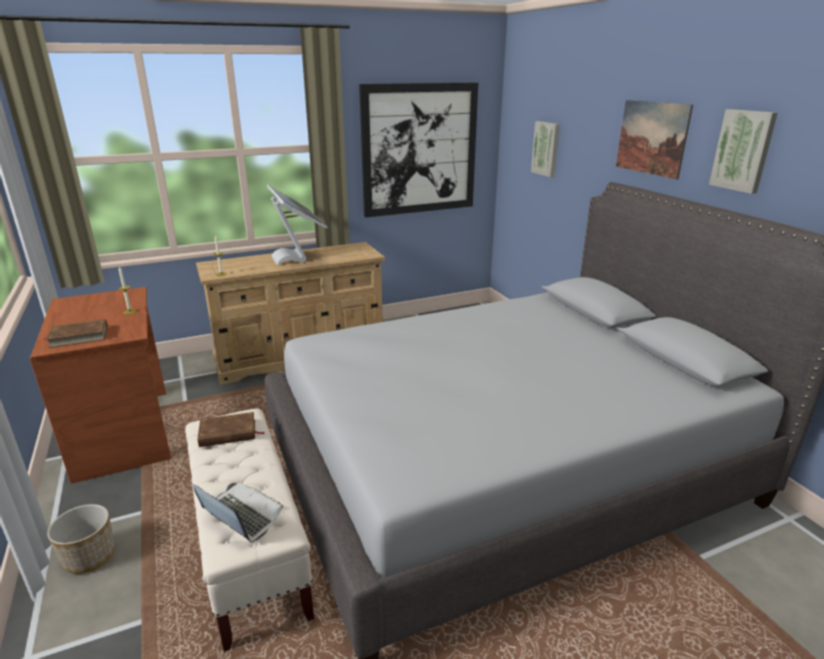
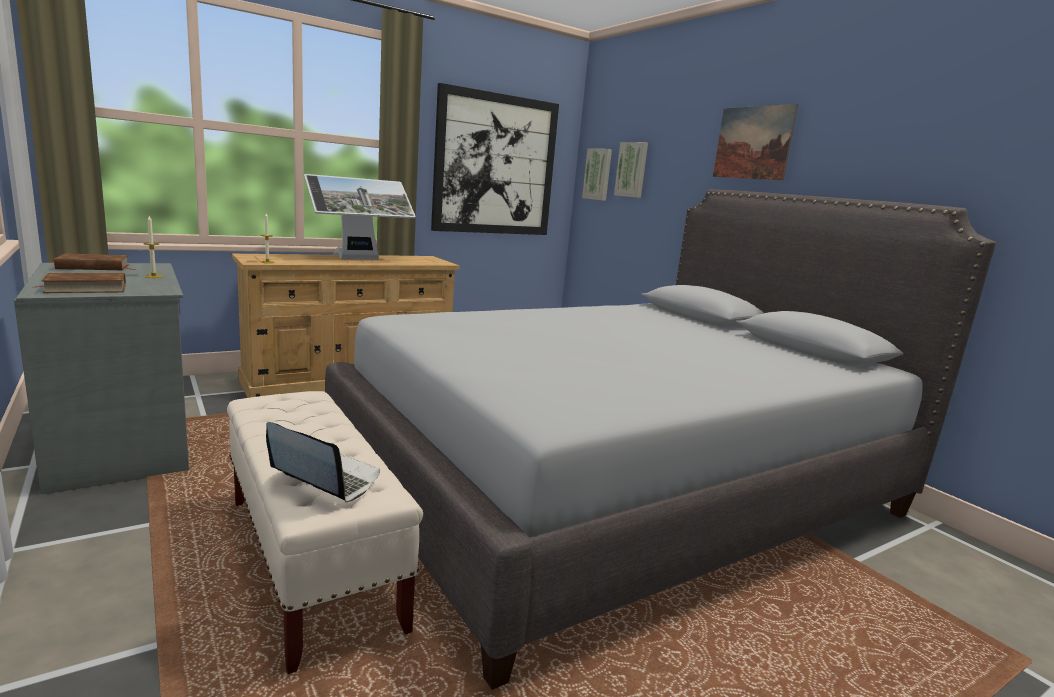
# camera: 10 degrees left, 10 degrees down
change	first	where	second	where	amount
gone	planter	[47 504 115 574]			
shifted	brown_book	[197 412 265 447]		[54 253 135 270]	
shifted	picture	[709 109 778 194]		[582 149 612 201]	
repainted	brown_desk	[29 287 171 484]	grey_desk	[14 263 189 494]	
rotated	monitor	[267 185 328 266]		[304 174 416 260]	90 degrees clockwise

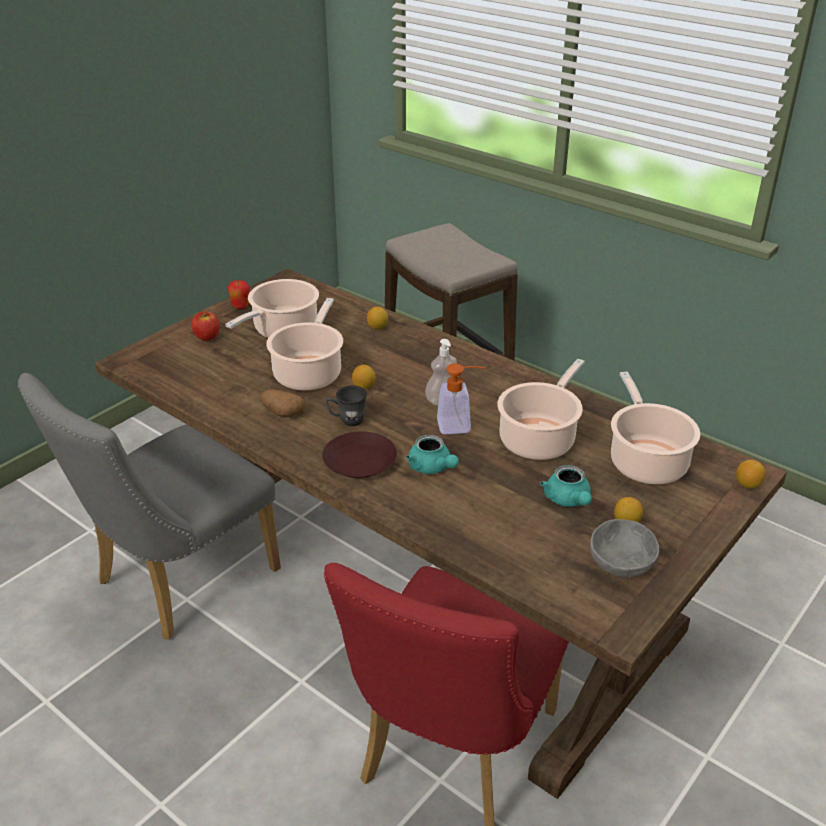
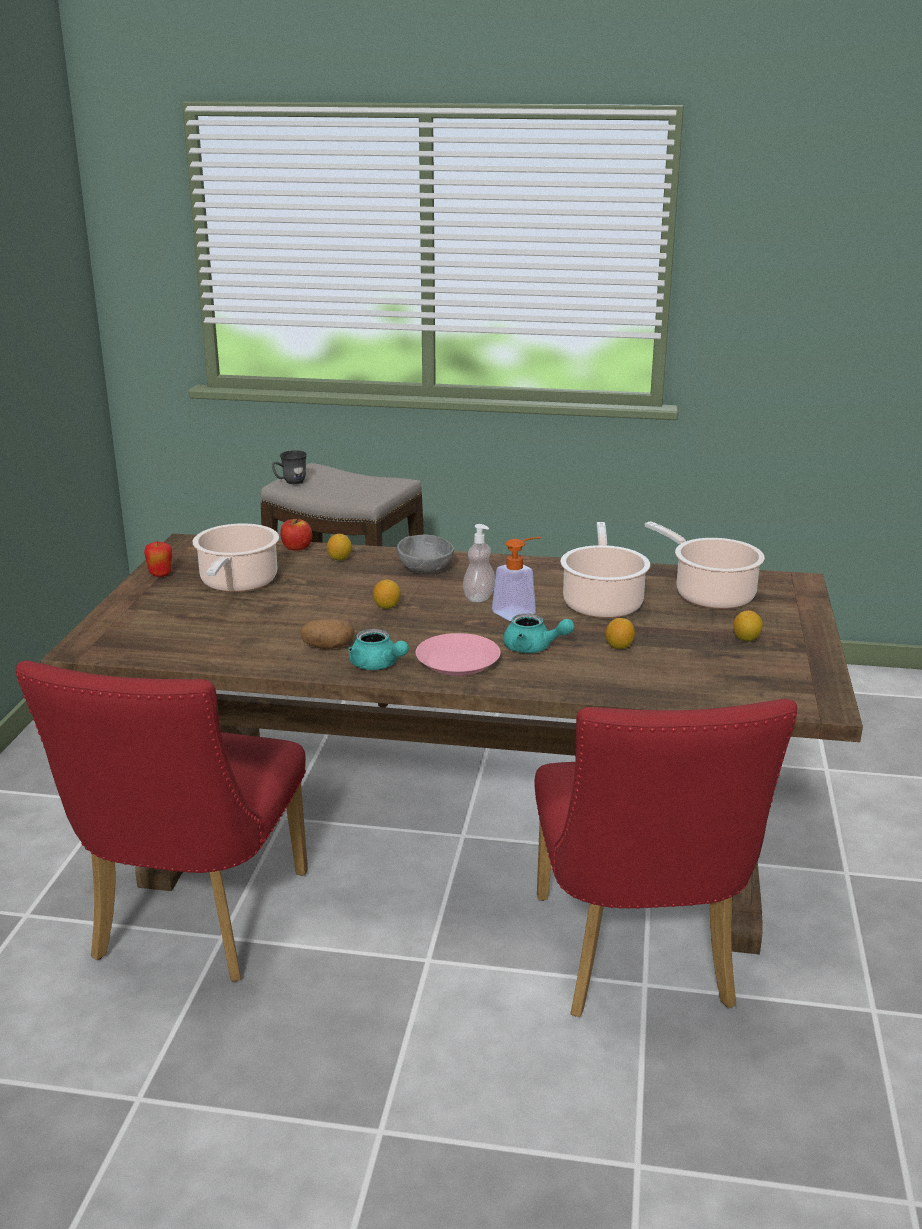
# camera: 30 degrees left, 10 degrees down
change	first	where	second	where	amount
gone	cooking_pot	[266 298 343 391]			
shifted	apple	[192 311 220 341]		[280 518 312 551]	
shifted	grey_mug	[325 385 367 426]		[272 450 307 484]	
shifted	turquoise_teapot	[540 465 592 507]		[348 629 409 670]	
shifted	grey_bowl	[590 519 659 578]		[397 535 454 573]	
shifted	lemon	[736 460 765 489]		[606 618 635 649]	
repainted	grey_chair	[18 373 281 640]	red_chair	[16 660 308 982]	
repainted	brown_plate	[322 431 397 478]	pink_plate	[416 633 500 676]	

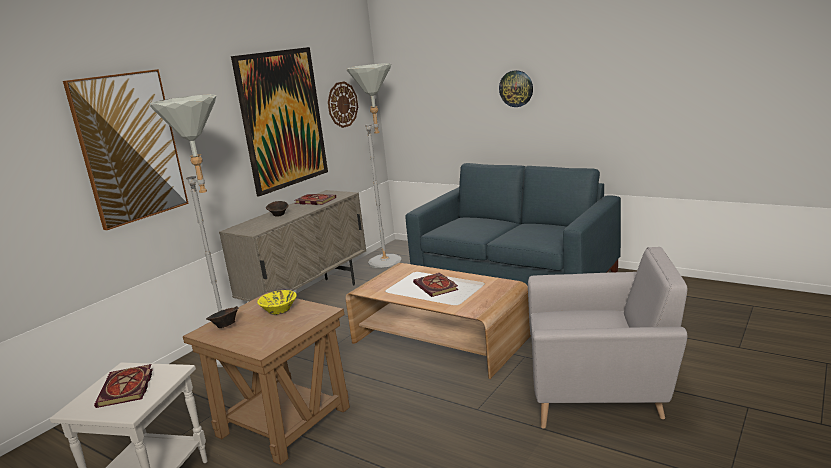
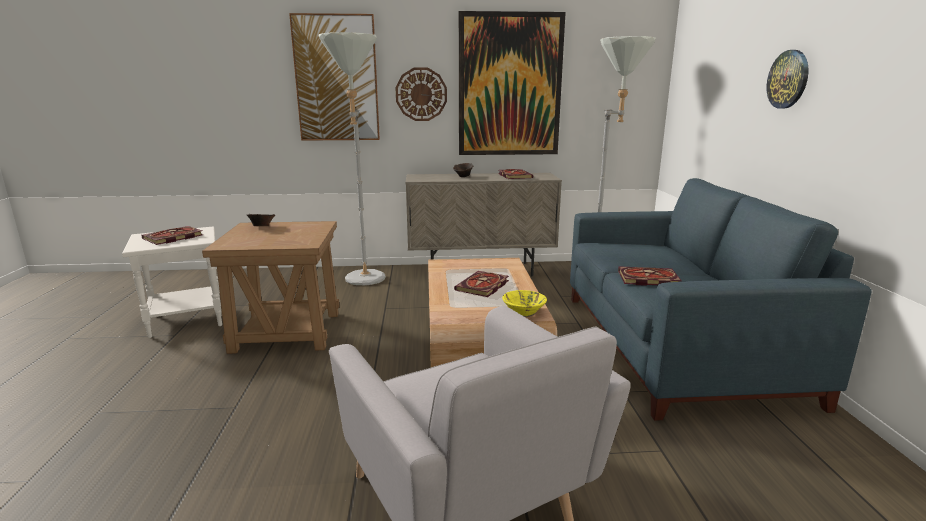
# camera: 50 degrees right, 0 degrees up
change	first	where	second	where	amount
new			book	[618 266 682 286]	
shifted	yellow_bowl	[257 290 297 315]		[502 290 547 317]	
shifted	wall_clock	[328 81 358 128]		[395 67 447 121]	

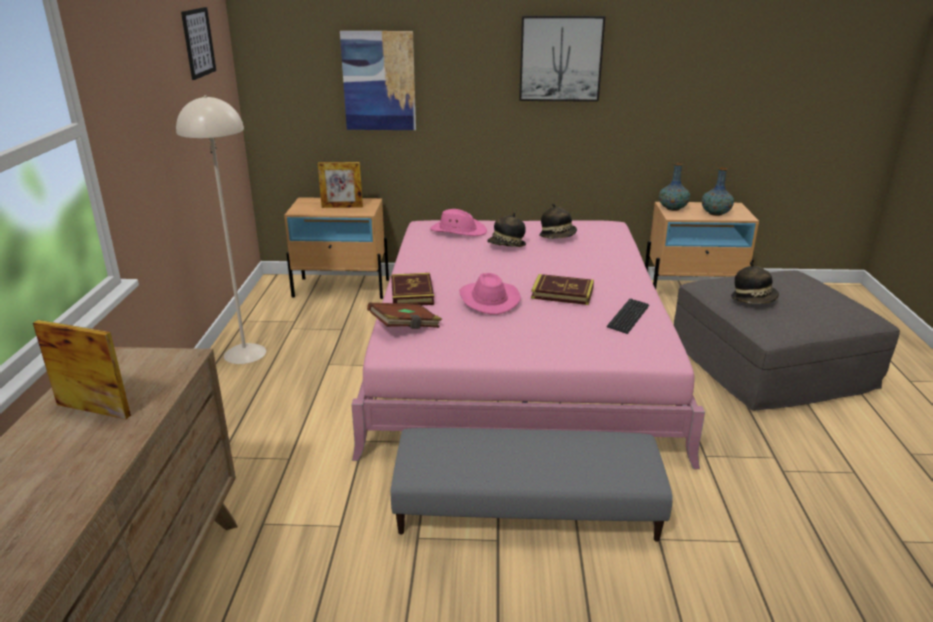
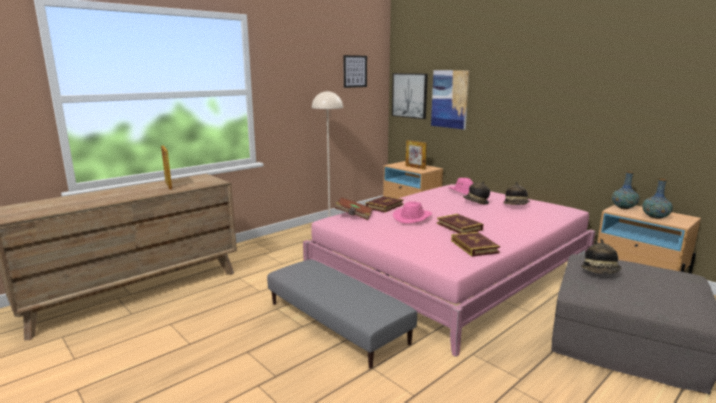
# camera: 45 degrees right, 10 degrees down
change	first	where	second	where	amount
shifted	picture	[519 16 605 102]		[392 73 428 119]	
swapped	keyboard	[607 299 649 334]	book	[451 232 500 257]	

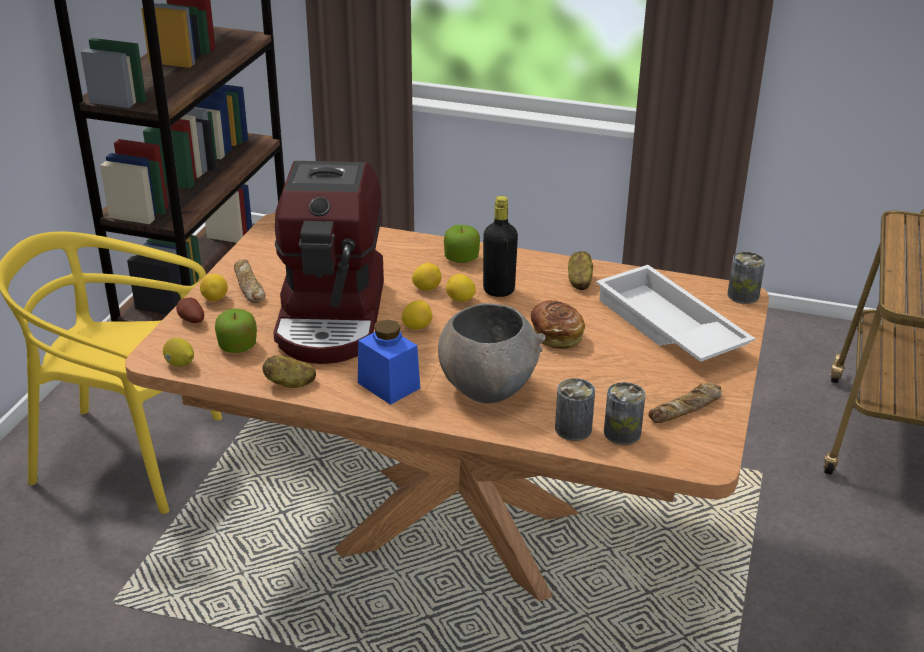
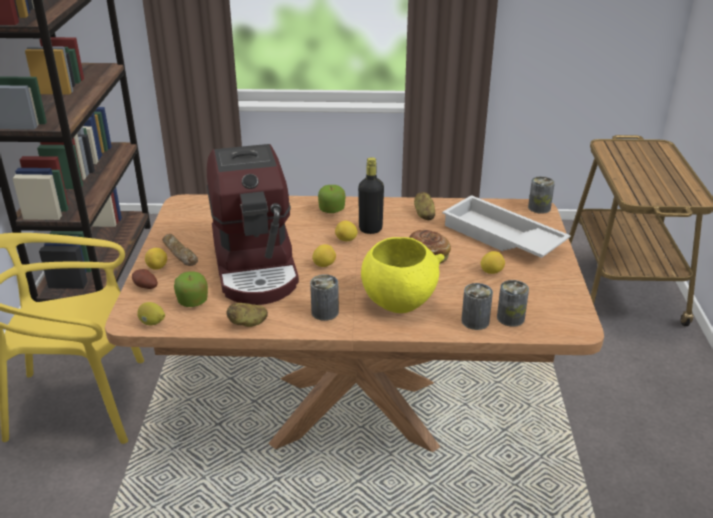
# camera: 15 degrees left, 0 degrees up
change	first	where	second	where	amount
gone	bread	[648 383 722 423]			
shifted	lemon	[412 263 441 290]		[480 251 505 274]	
swapped	blue_jar	[358 320 420 405]	can	[310 274 339 321]	
repainted	grey_bowl	[438 303 546 403]	yellow_bowl	[361 237 444 313]	

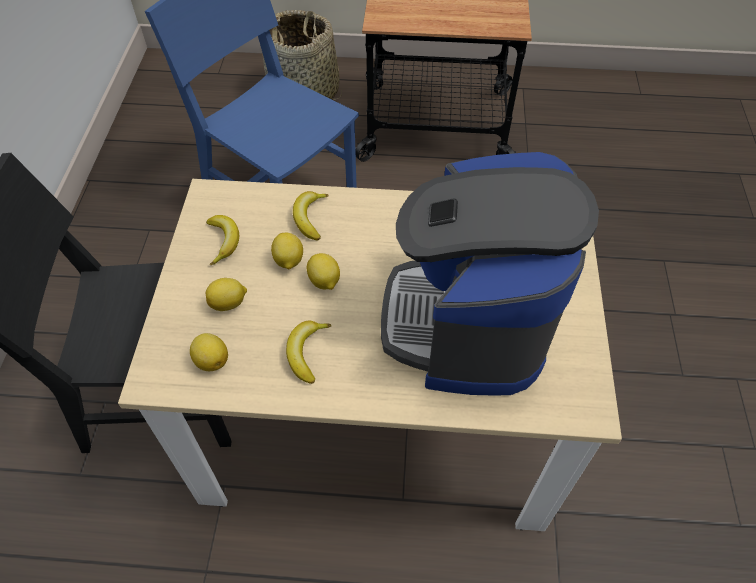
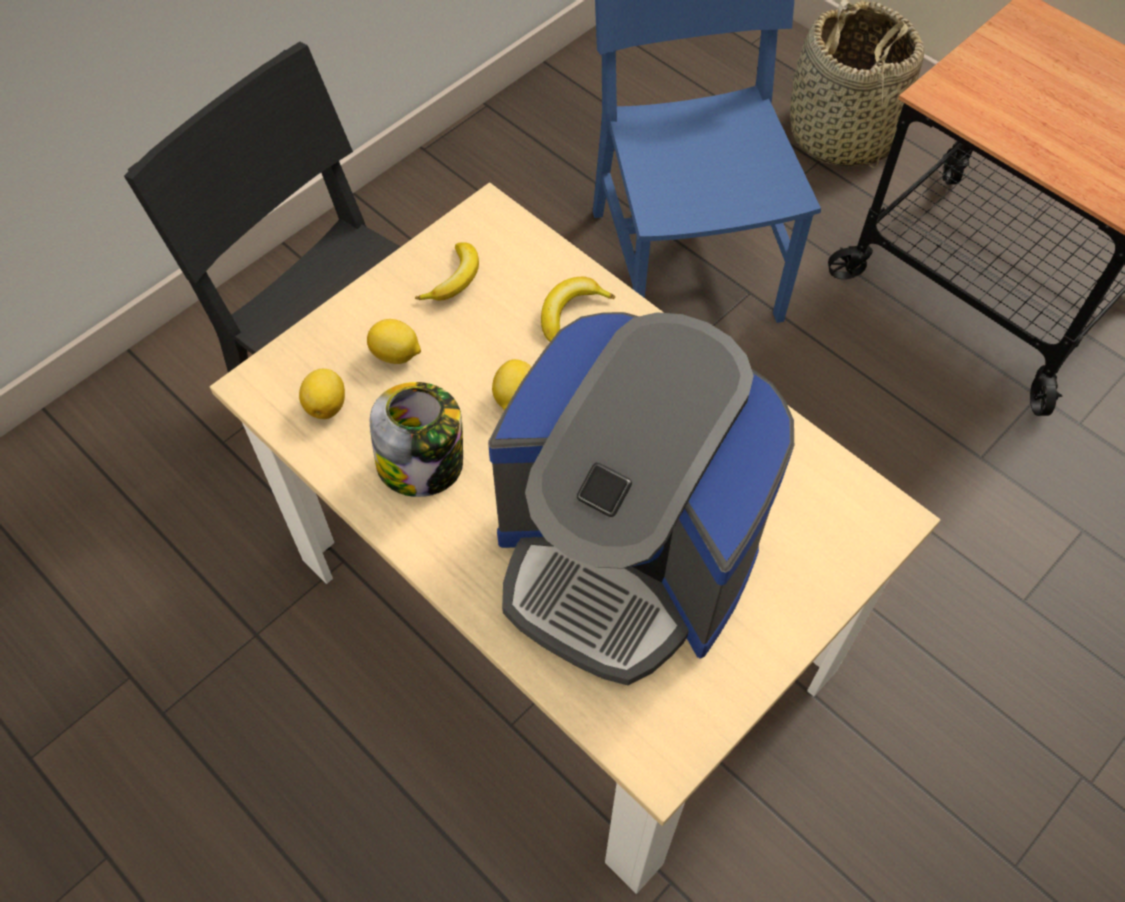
# camera: 40 degrees right, 5 degrees up
change	first	where	second	where	amount
gone	lemon	[271 233 303 270]			
swapped	banana	[286 321 332 384]	jar	[370 382 463 497]	
rotated	coffee_machine	[381 152 599 396]		[488 312 794 685]	105 degrees counterclockwise

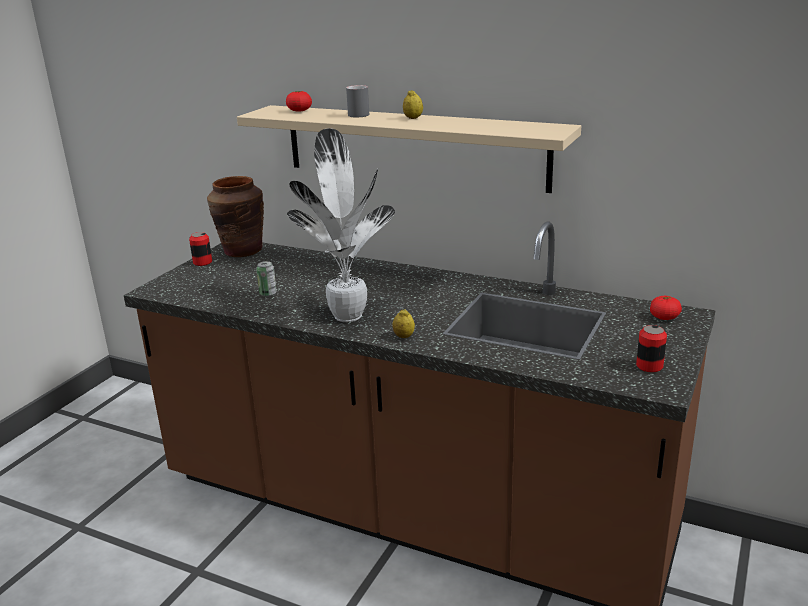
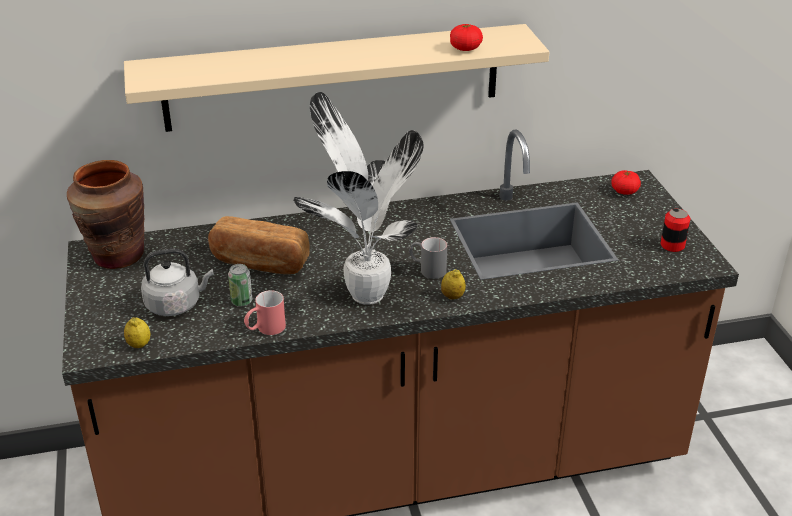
# camera: 40 degrees left, 10 degrees up
change	first	where	second	where	amount
gone	can	[189 232 212 266]			
new			grey_kettle	[141 248 214 316]	
new			bread	[208 216 310 274]	
new			red_mug	[244 290 286 335]	
shifted	tomato	[286 91 312 112]		[450 24 483 51]	
shifted	grey_mug	[346 85 369 118]		[409 237 447 279]	
shifted	lemon	[403 90 423 119]		[124 317 151 348]	

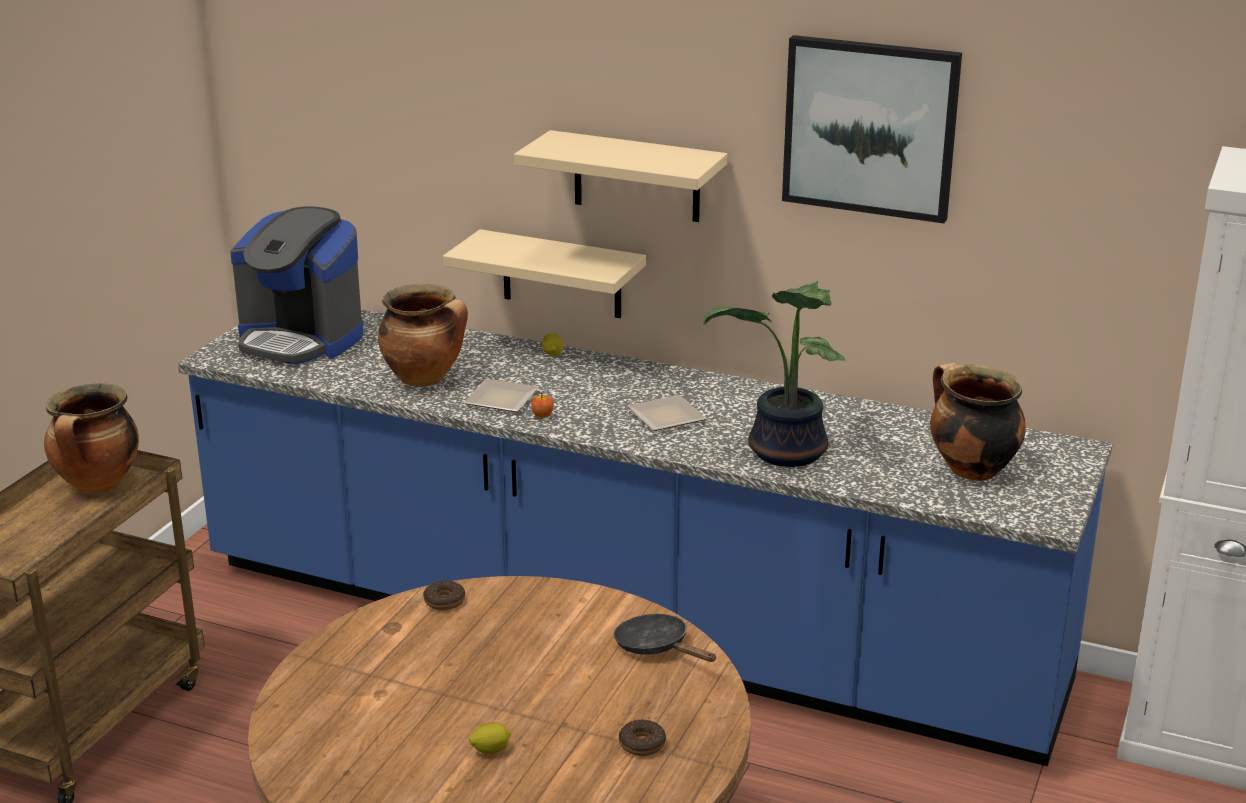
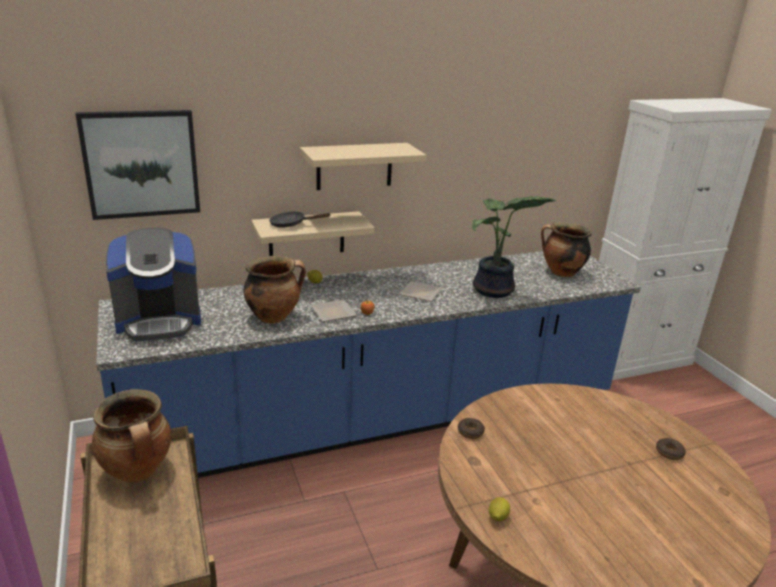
# camera: 45 degrees left, 0 degrees up
change	first	where	second	where	amount
shifted	lemon	[469 722 511 754]		[489 497 510 521]	
shifted	black_frying_pan	[614 614 717 662]		[269 211 331 228]	
shifted	picture	[782 35 962 223]		[76 110 200 220]	

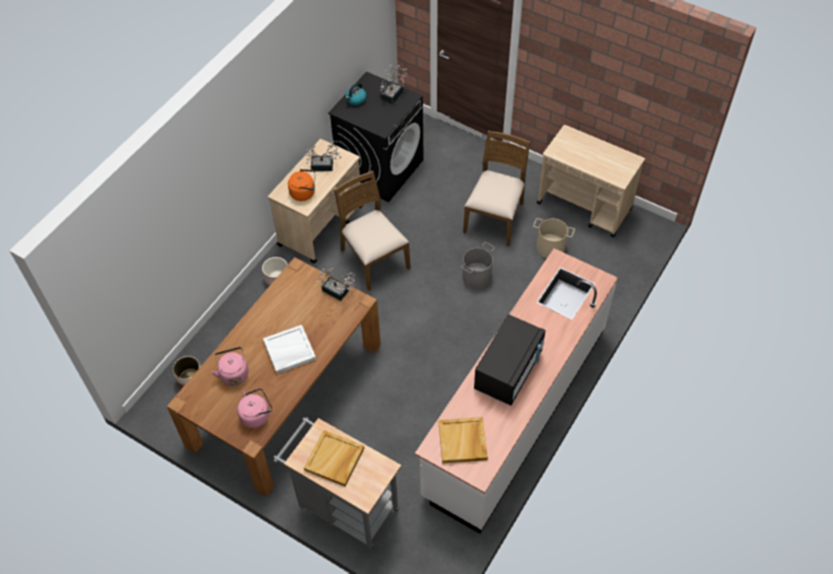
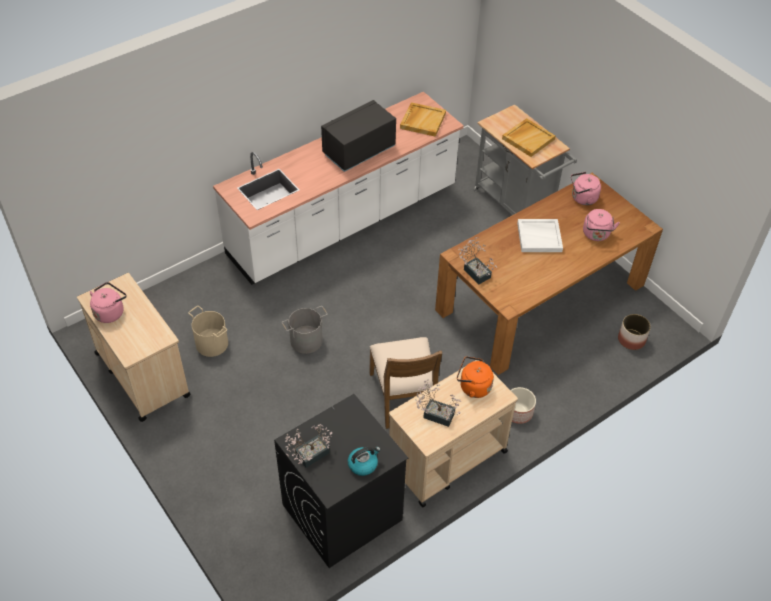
# camera: 160 degrees left, 5 degrees down
change	first	where	second	where	amount
gone	brown_chair	[463 131 530 246]			
new			pink_kettle	[90 282 127 323]	

